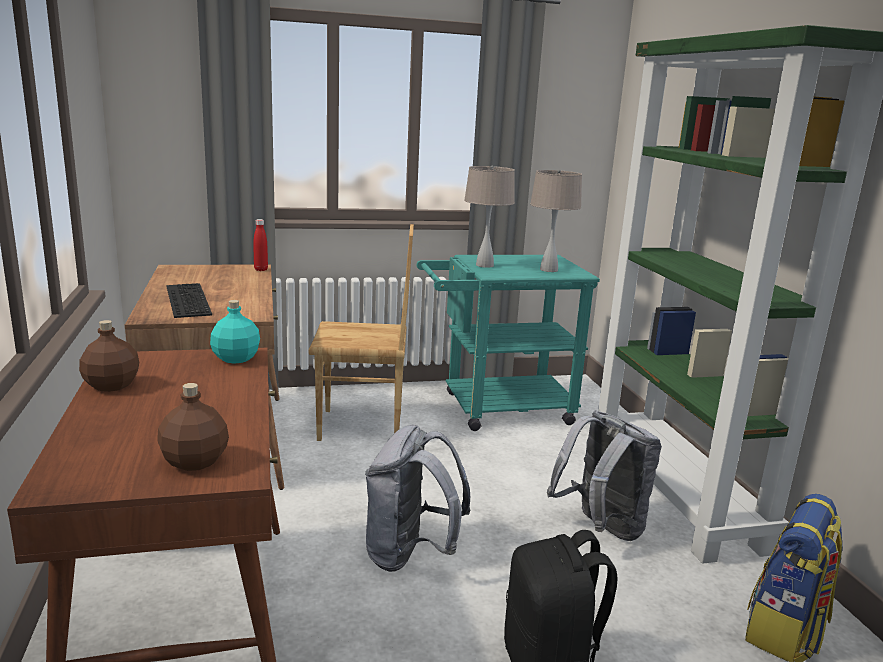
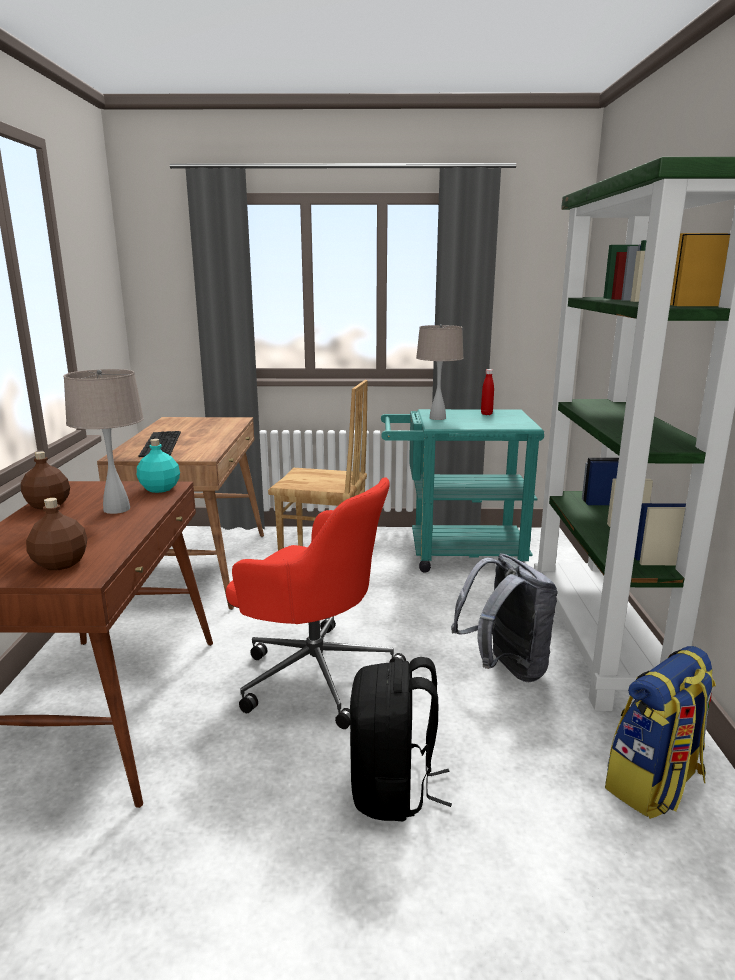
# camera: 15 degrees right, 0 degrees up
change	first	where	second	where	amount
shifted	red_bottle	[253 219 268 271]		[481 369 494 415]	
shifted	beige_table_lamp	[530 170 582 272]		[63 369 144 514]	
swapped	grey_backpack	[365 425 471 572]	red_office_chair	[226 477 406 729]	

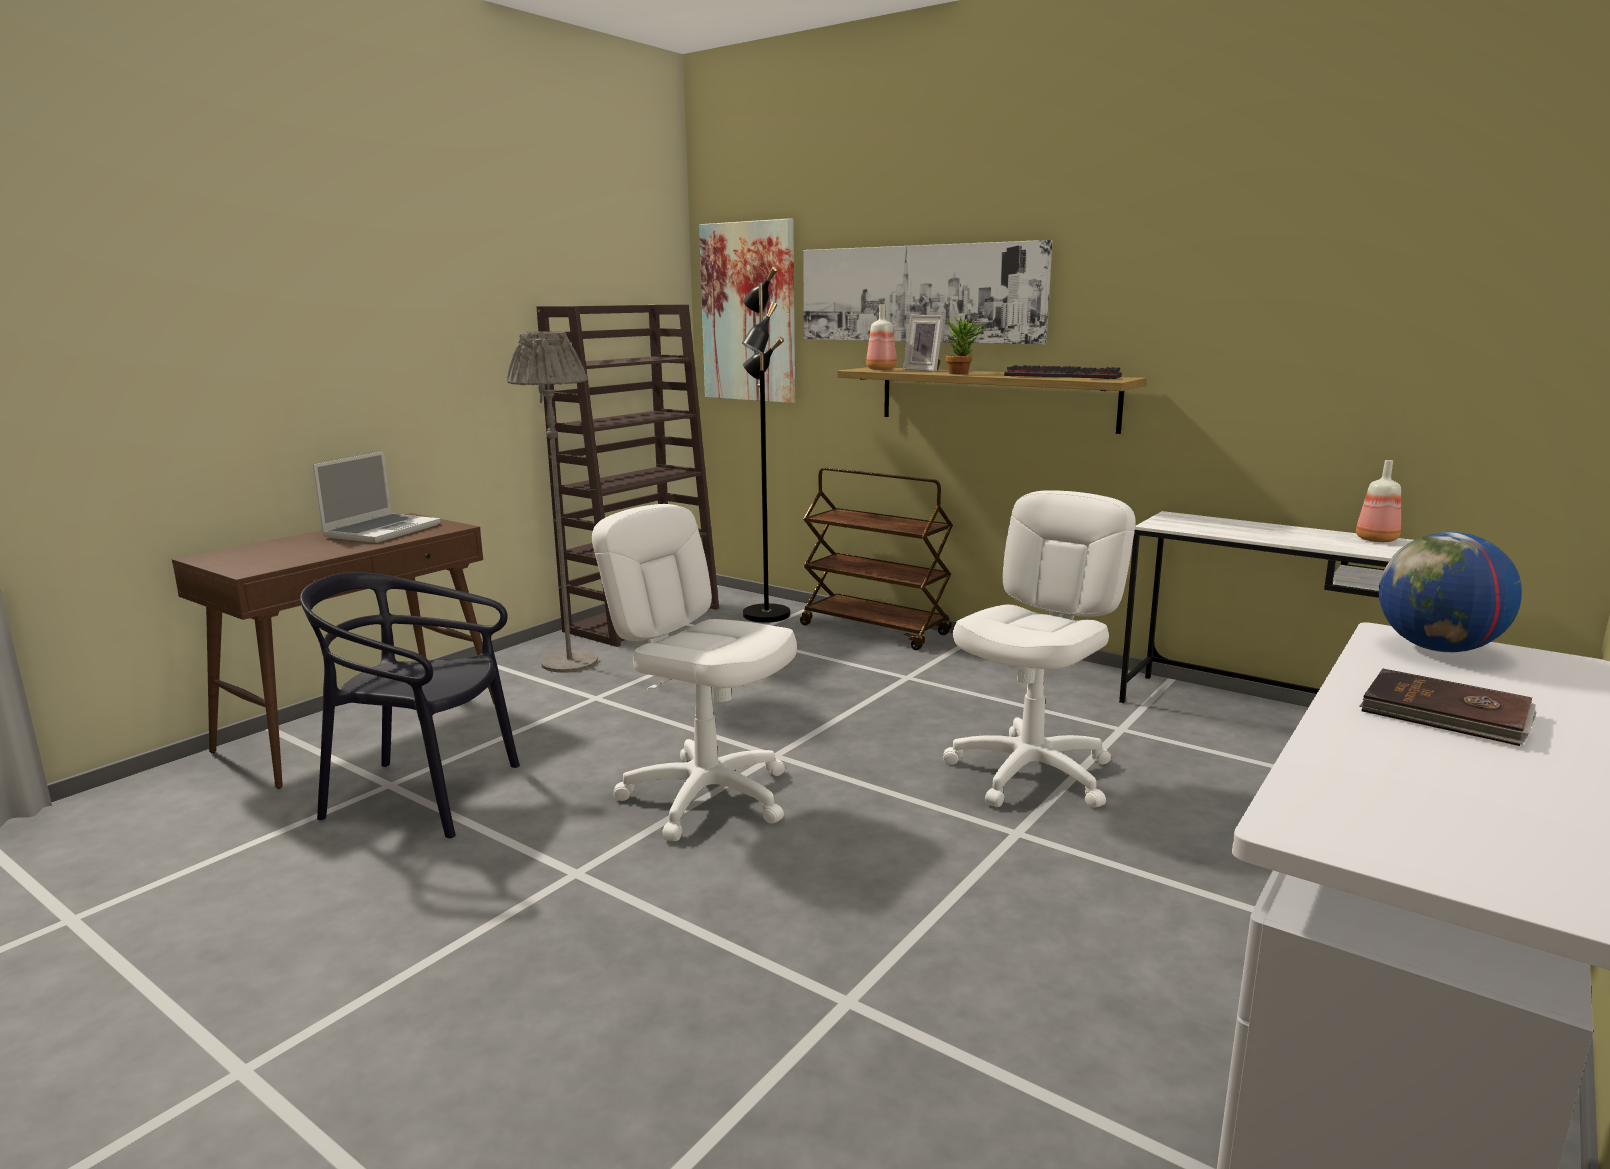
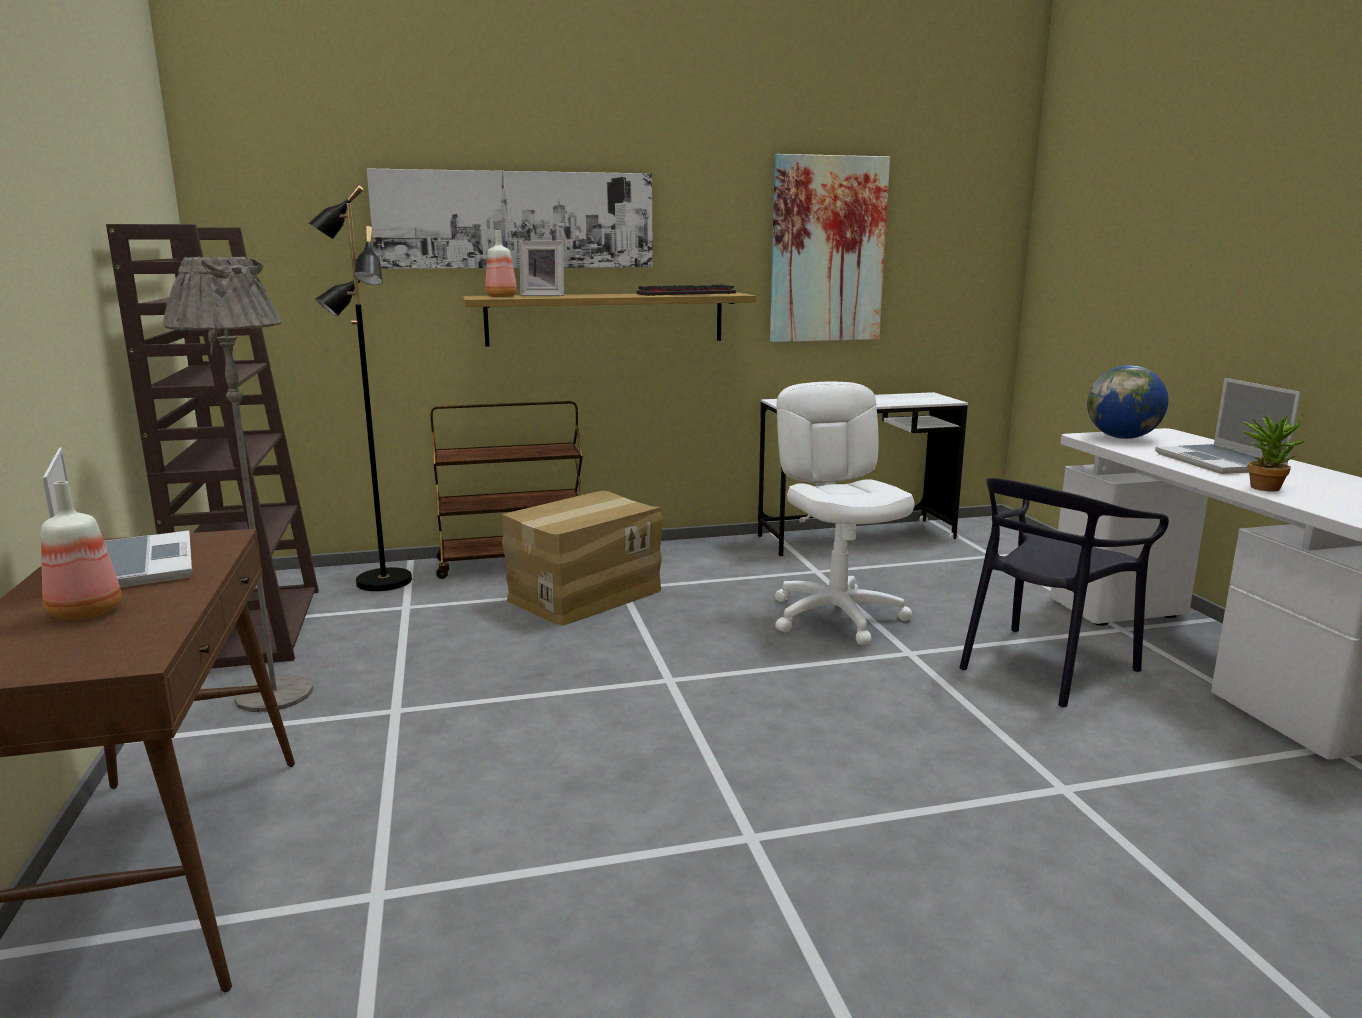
# camera: 50 degrees left, 0 degrees up
change	first	where	second	where	amount
gone	white_office_chair	[592 504 797 841]			
new			cardboard_box	[502 491 663 626]	
shifted	black_chair	[300 572 520 838]		[960 478 1169 708]	
shifted	picture	[699 218 795 403]		[770 154 890 342]	
shifted	potted_plant	[944 316 987 374]		[1242 414 1306 492]	
shifted	bottle	[1356 460 1401 542]		[41 481 121 620]	
swapped	brown_book	[1359 668 1537 746]	laptop	[1155 378 1301 474]	

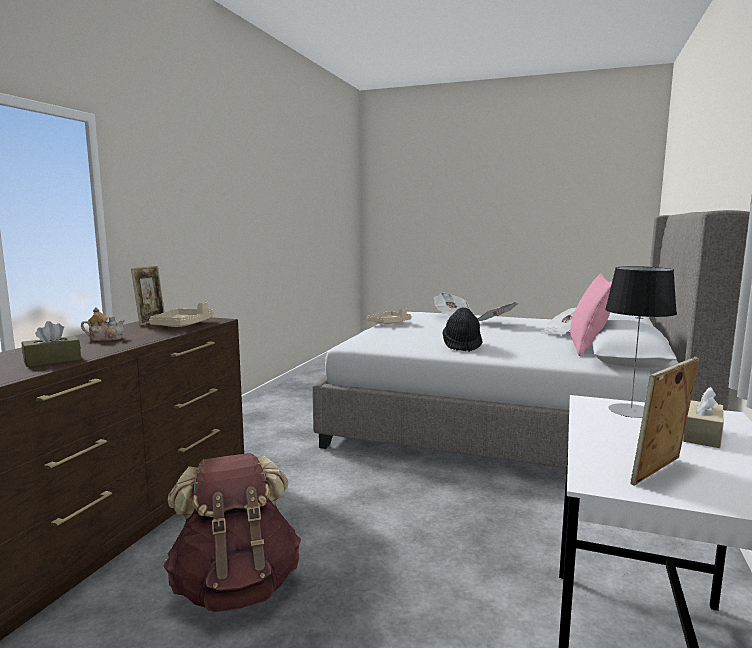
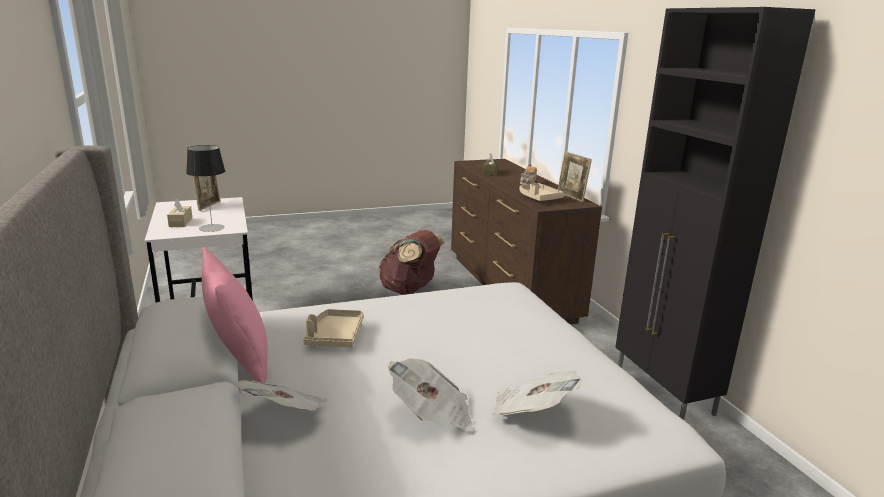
# camera: 140 degrees right, 10 degrees up
change	first	where	second	where	amount
gone	black_hat	[442 307 483 352]			
new			black_cabinet	[616 7 816 420]	
shifted	beige_tray	[367 308 411 324]		[303 309 364 347]	

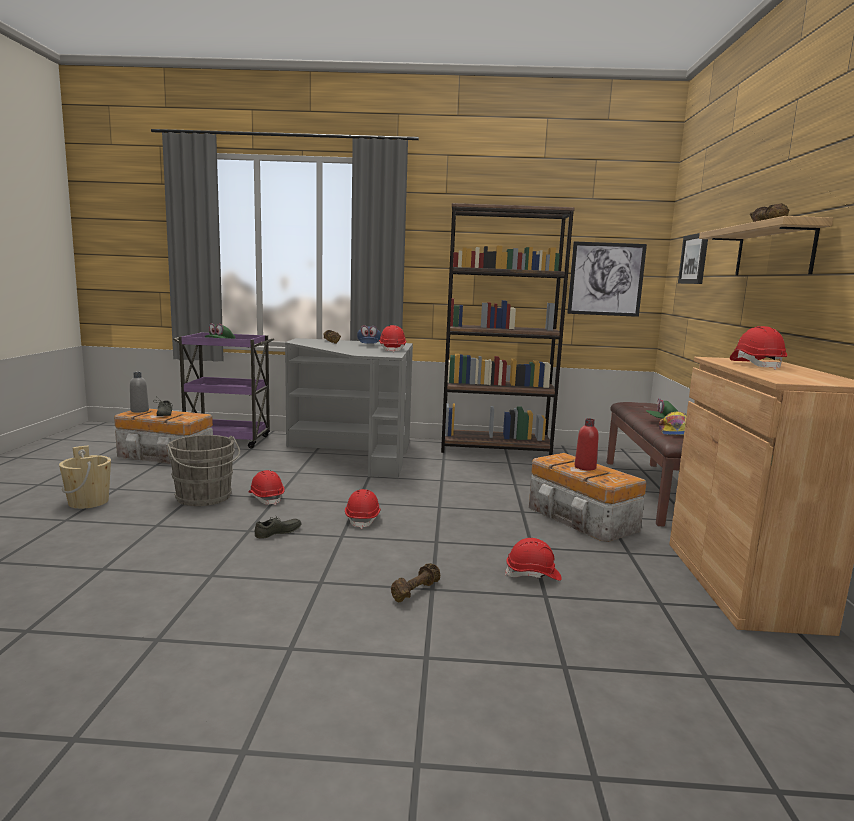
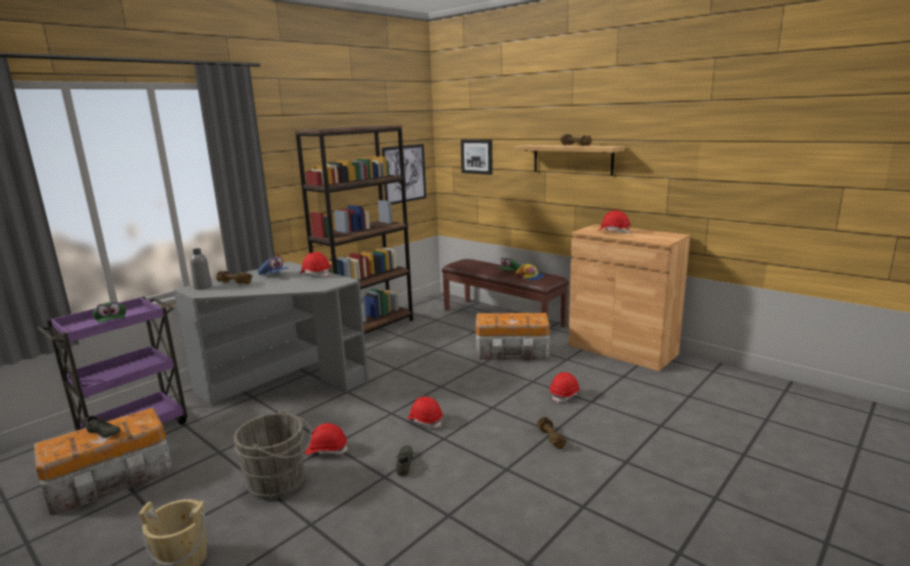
# camera: 50 degrees left, 5 degrees up
change	first	where	second	where	amount
gone	red_bottle	[575 418 599 471]			
shifted	grey_bottle	[130 372 149 413]		[190 248 212 290]	

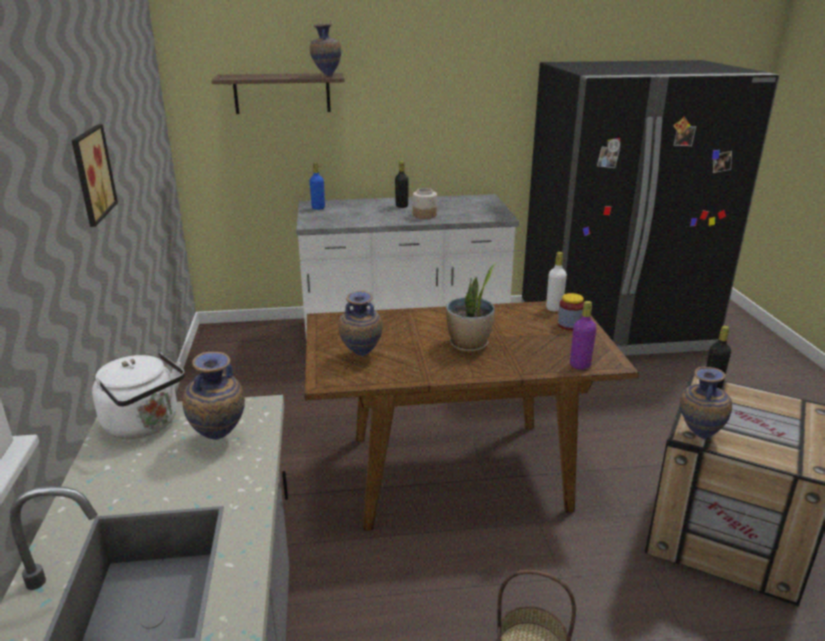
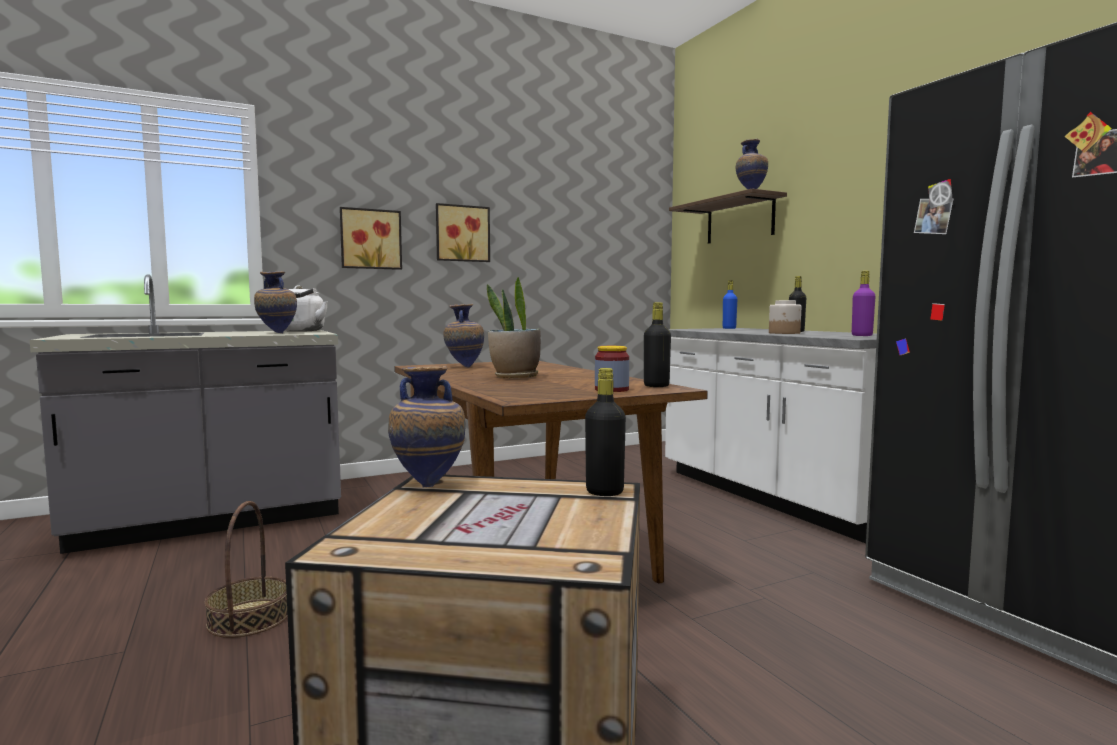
# camera: 70 degrees right, 20 degrees down
change	first	where	second	where	amount
new			picture	[340 207 402 270]	
shifted	purple_bottle	[570 301 597 370]		[852 271 876 336]	
repainted	white_bottle	[546 252 567 311]	black_bottle	[644 302 671 387]	

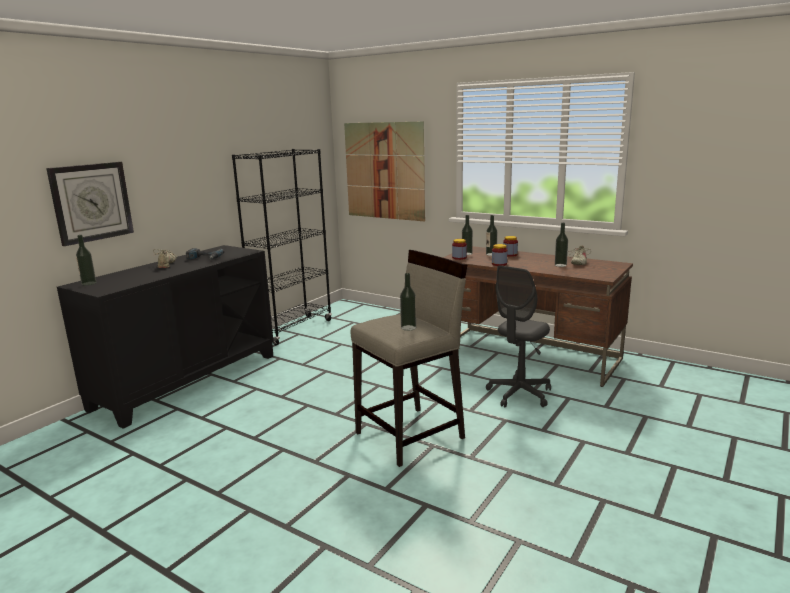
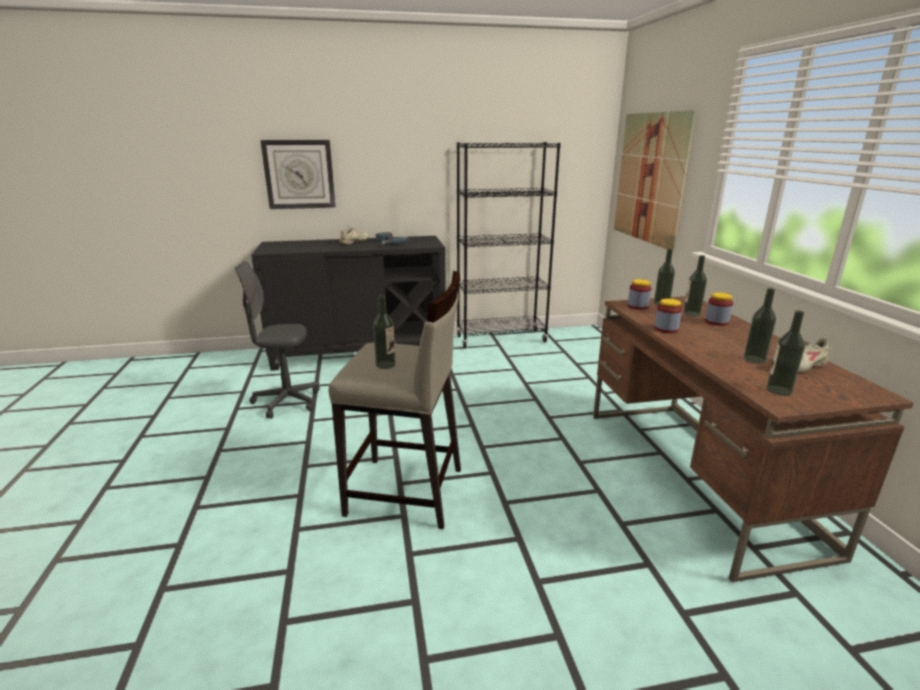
# camera: 45 degrees right, 5 degrees up
change	first	where	second	where	amount
shifted	bottle	[76 235 96 285]		[766 310 805 396]	
shifted	grey_office_chair	[486 265 551 408]		[234 261 320 419]	

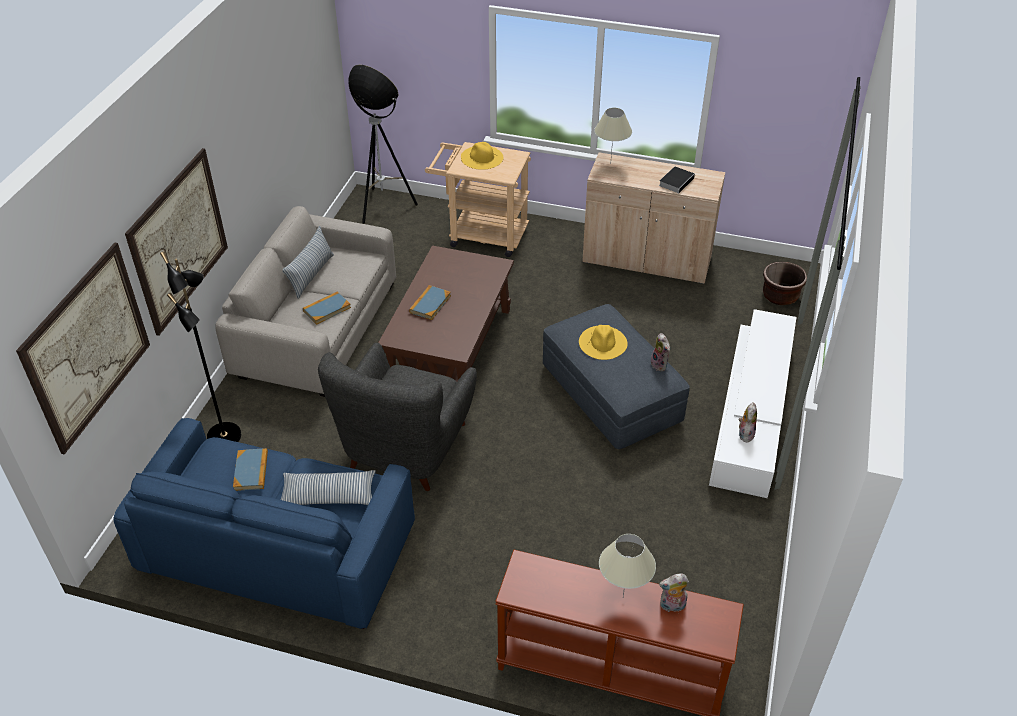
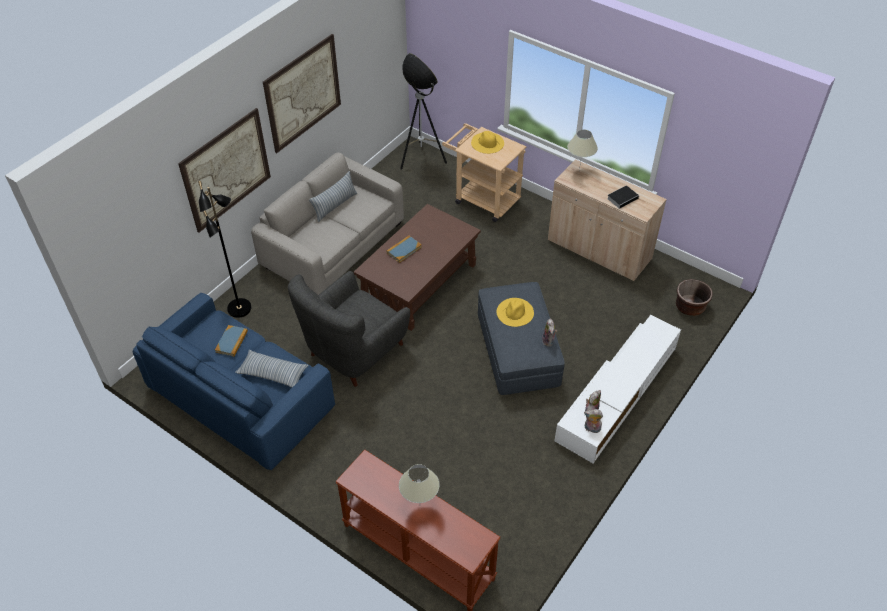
# camera: 20 degrees right, 5 degrees up
change	first	where	second	where	amount
gone	book	[303 291 351 325]			
shifted	picture	[16 243 150 455]		[263 34 341 153]	
shifted	plush_toy	[659 573 689 612]		[584 409 603 433]	

